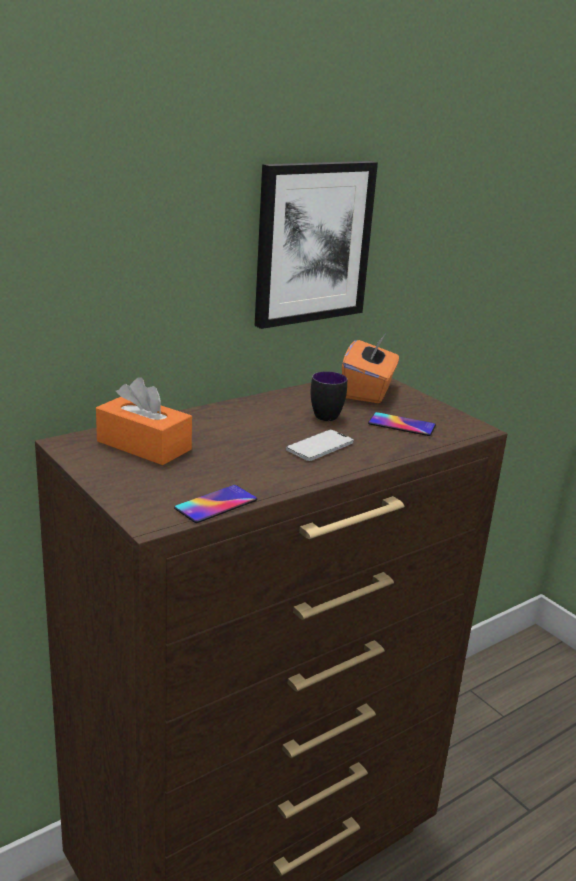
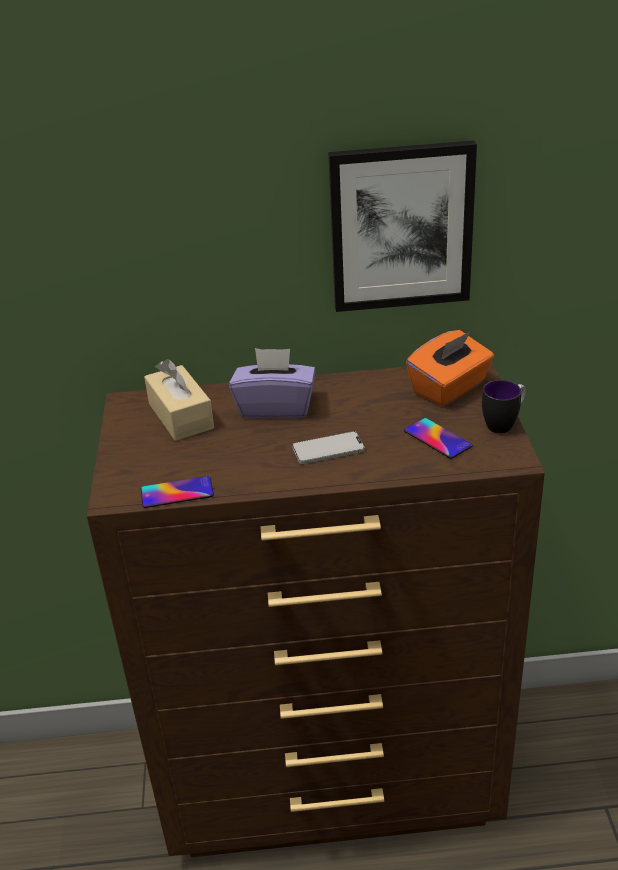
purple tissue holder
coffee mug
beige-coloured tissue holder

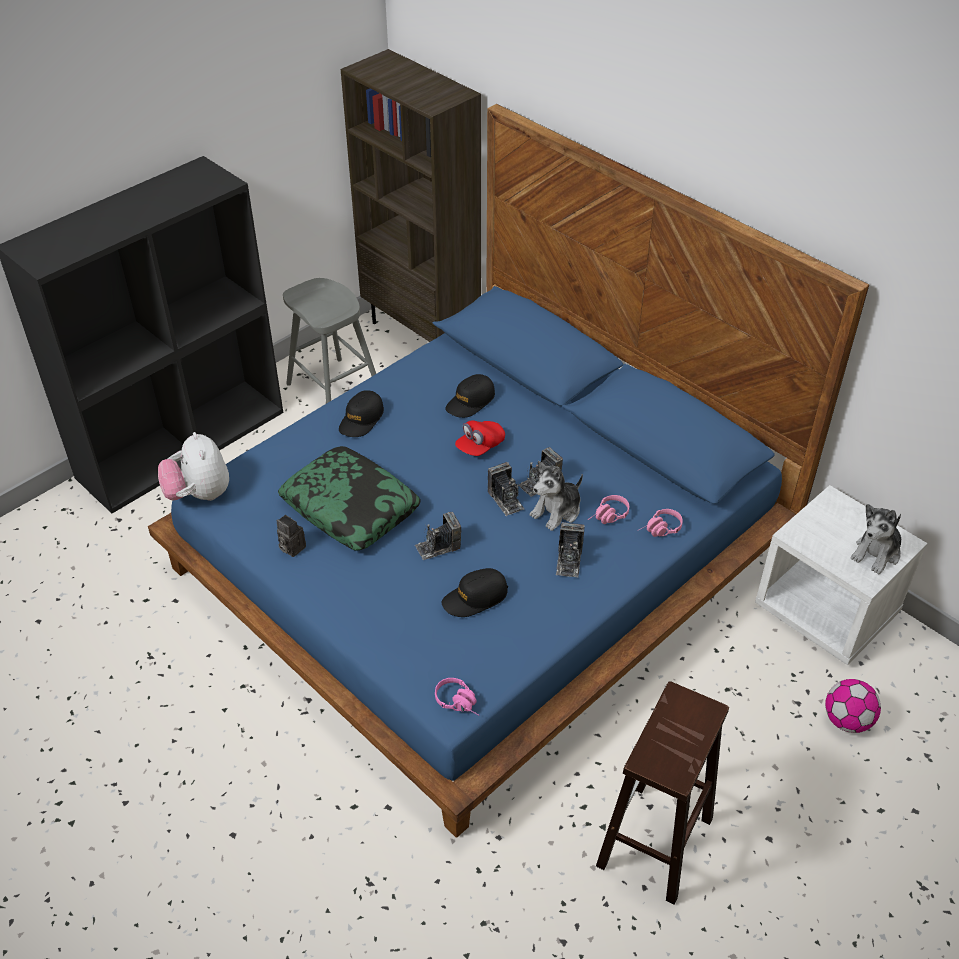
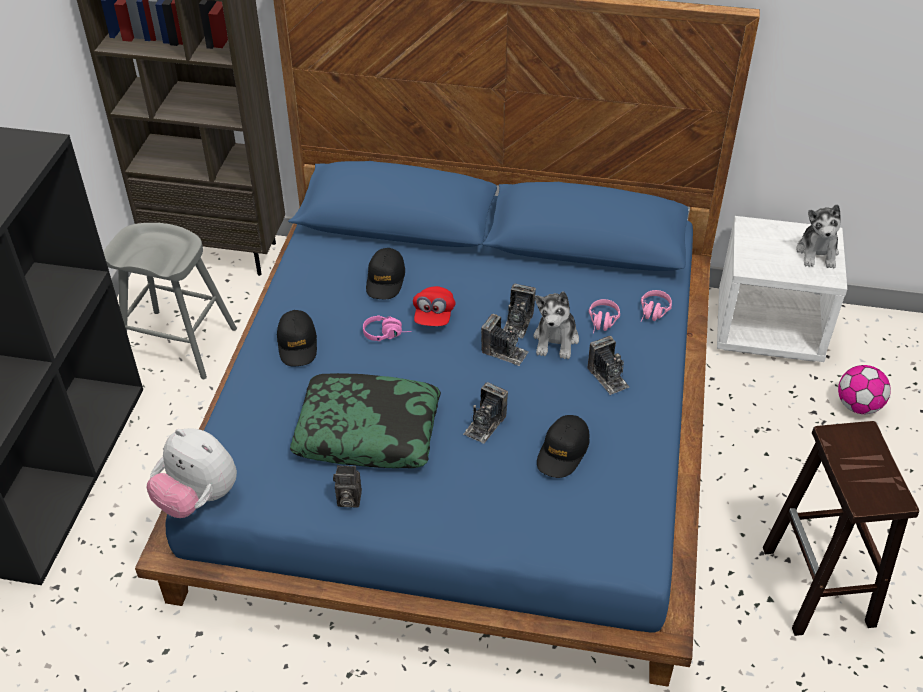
pinkish headset (1st from left)

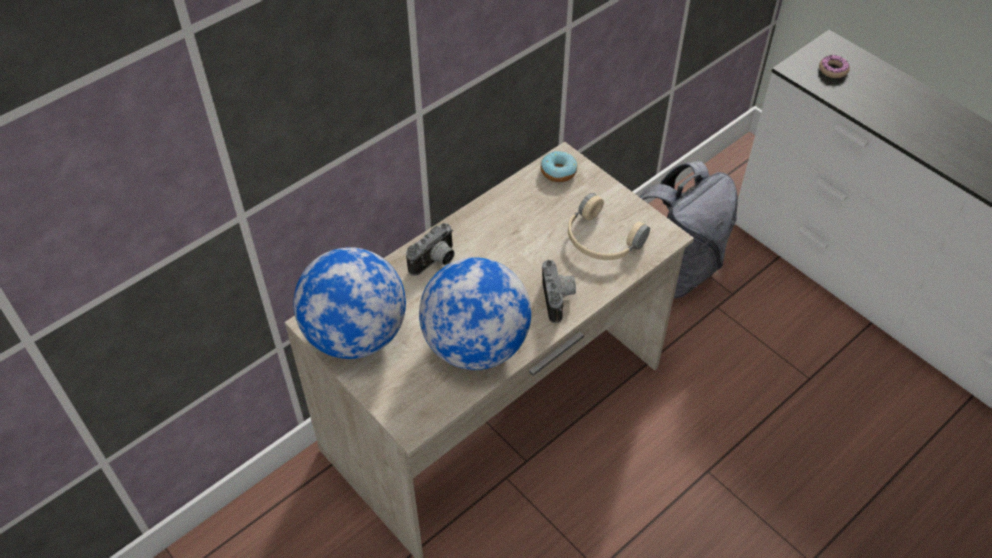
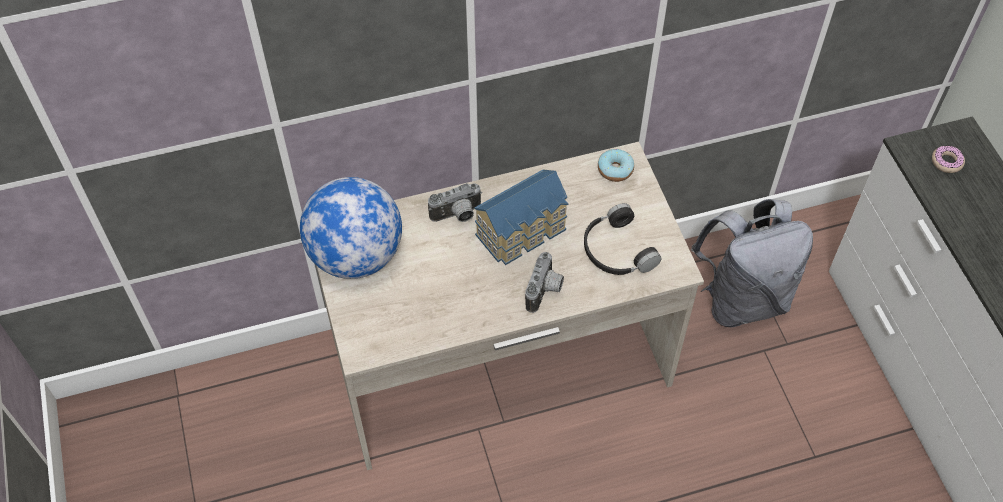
desk globe (2nd from left in the first image)
miniature house
black headset

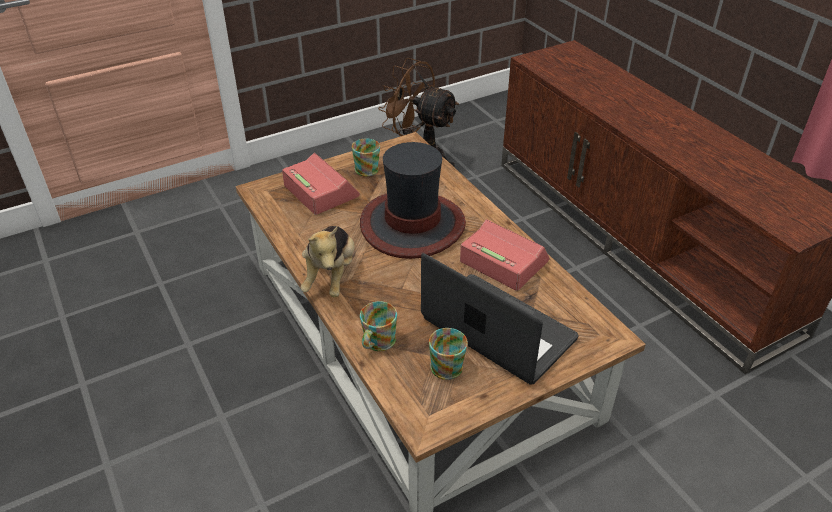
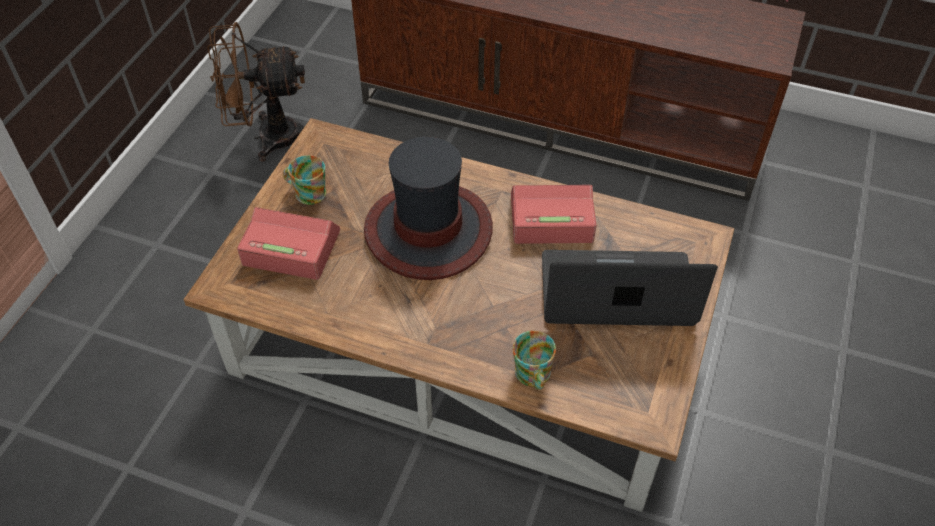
soft toy
coffee mug (3rd from left in the first image)

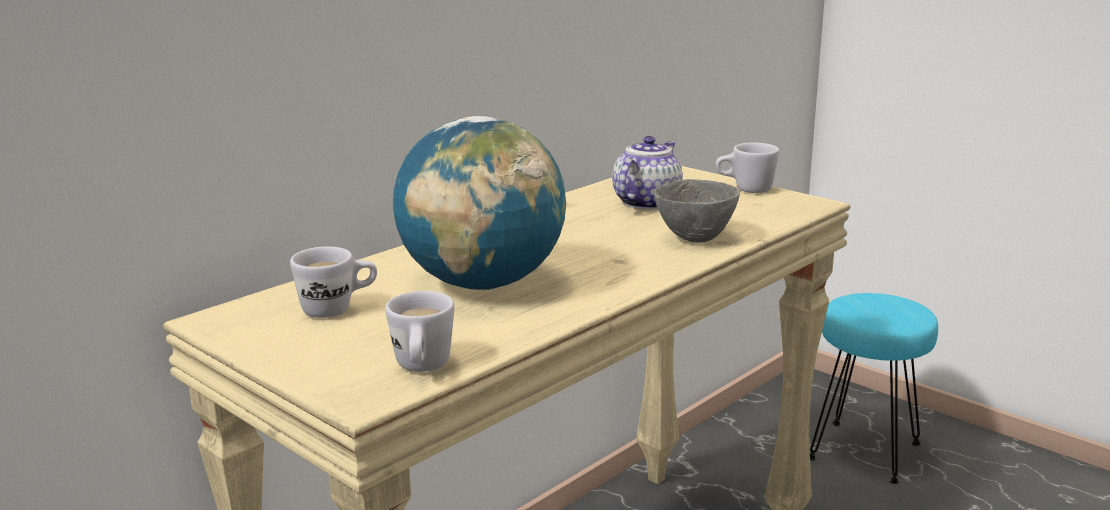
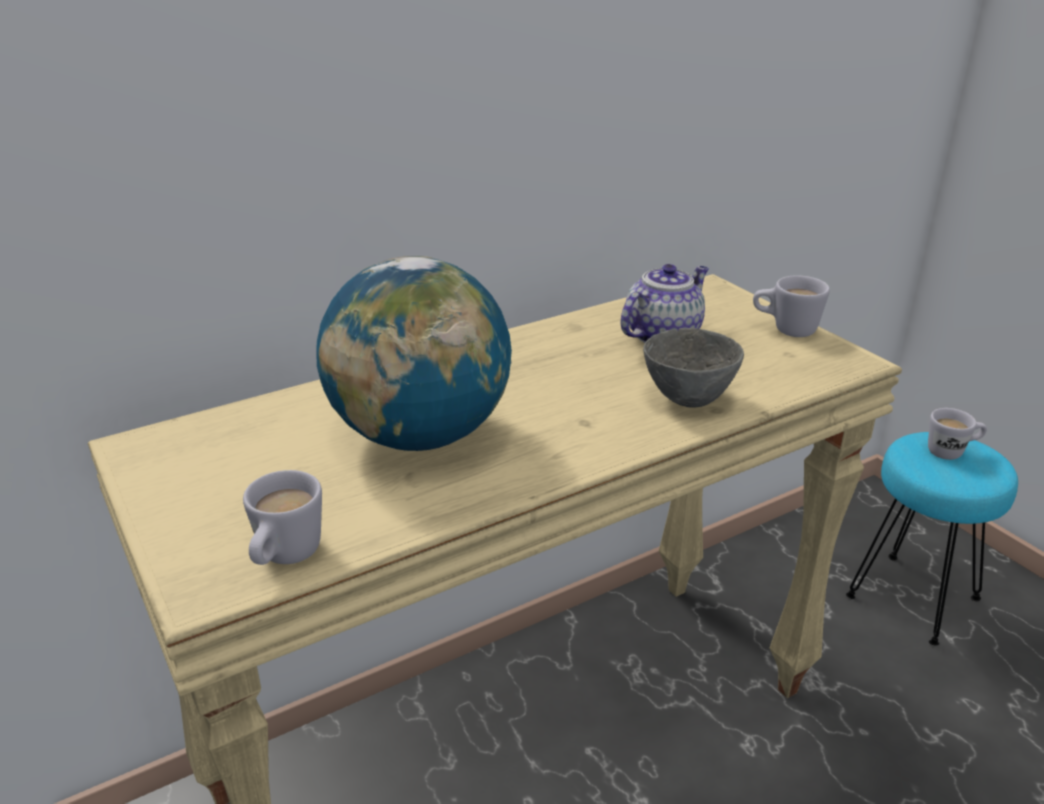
whitish coffee mug (3rd from left)

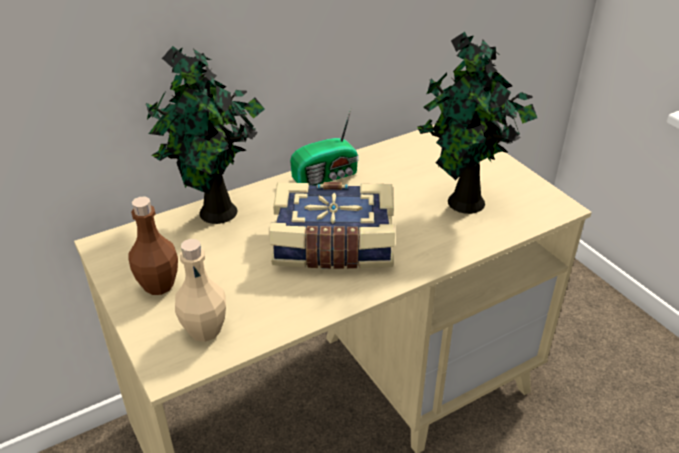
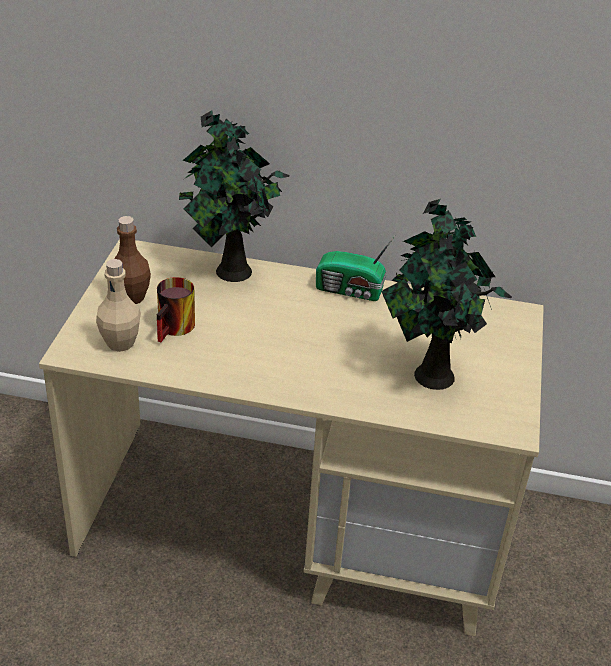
book
coffee mug

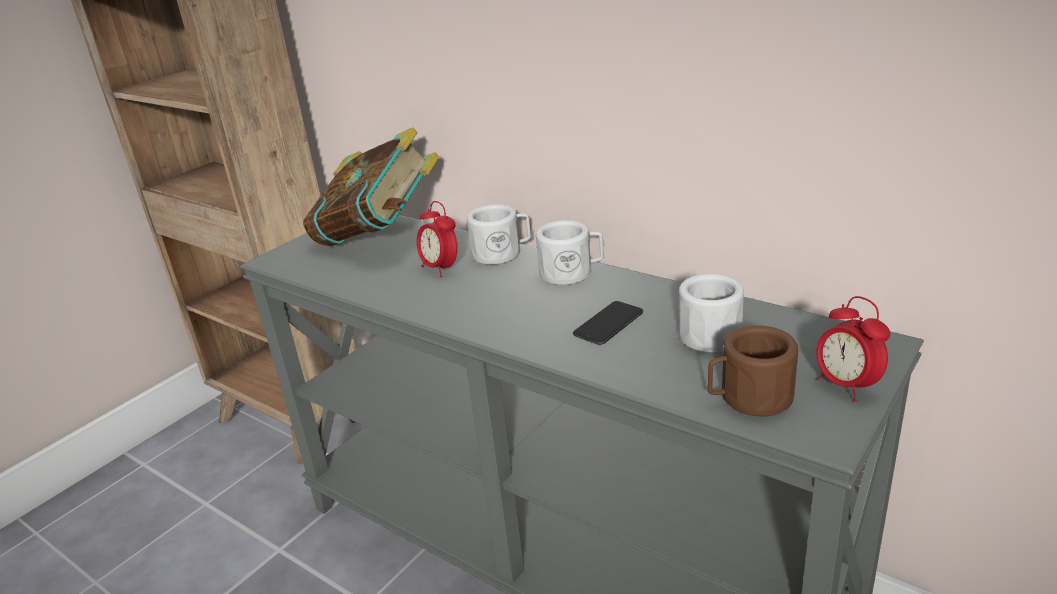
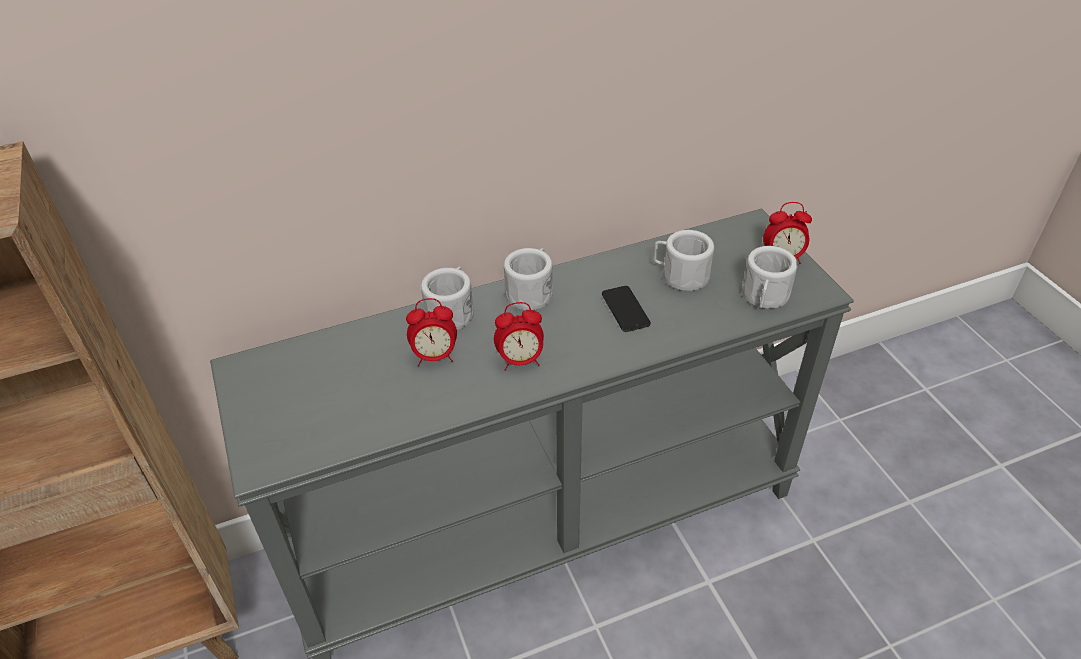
book
bedside clock (2nd from left)
whitish coffee mug (4th from left)

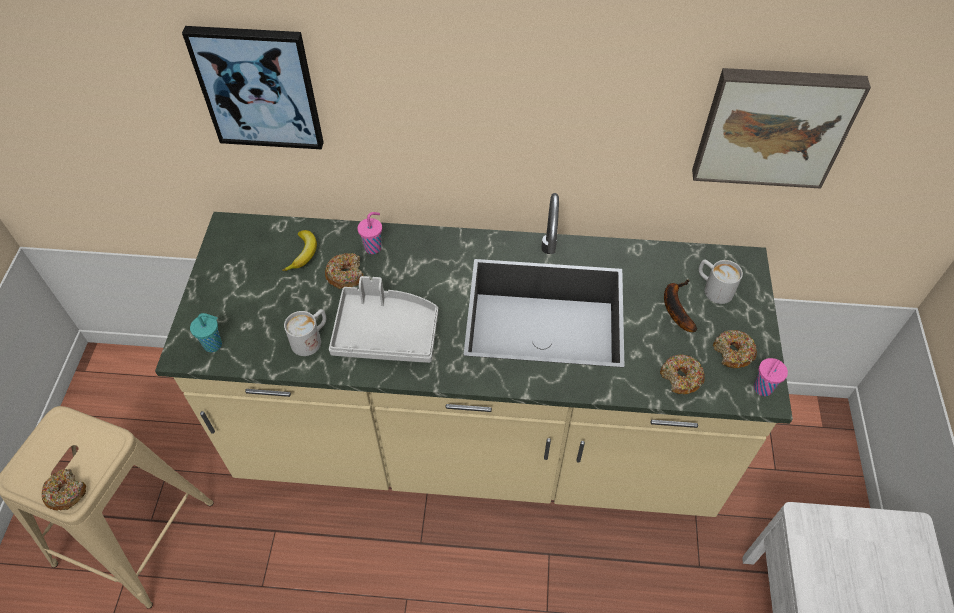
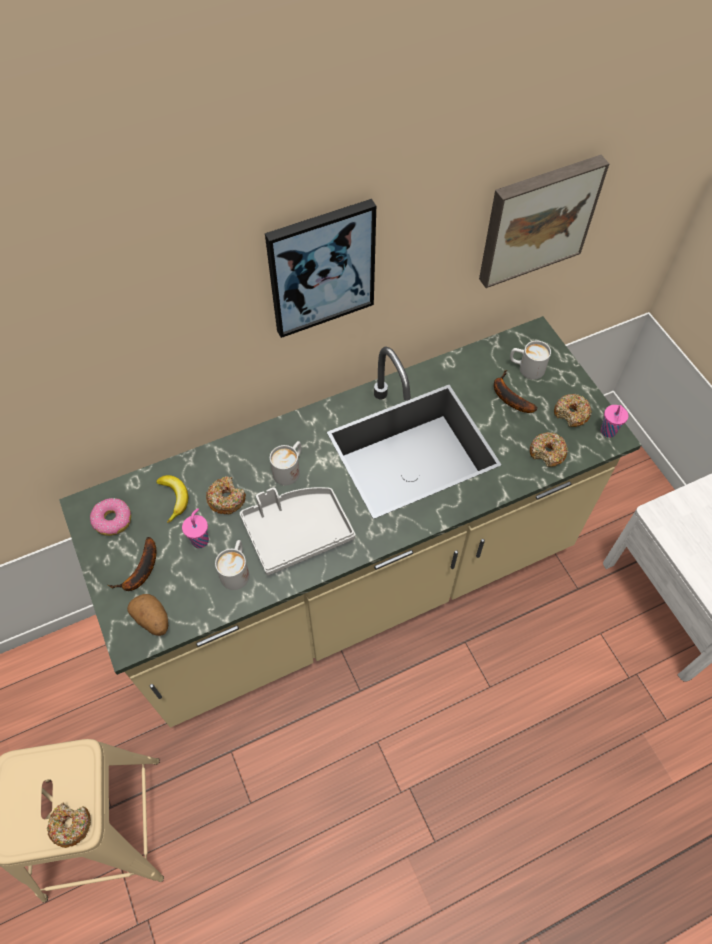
ring doughnut (2nd from left)
banana fruit (1st from left)
whitish coffee mug (2nd from left)
wall art (1st from left)
pinkish small cup (1st from left)
whole potato

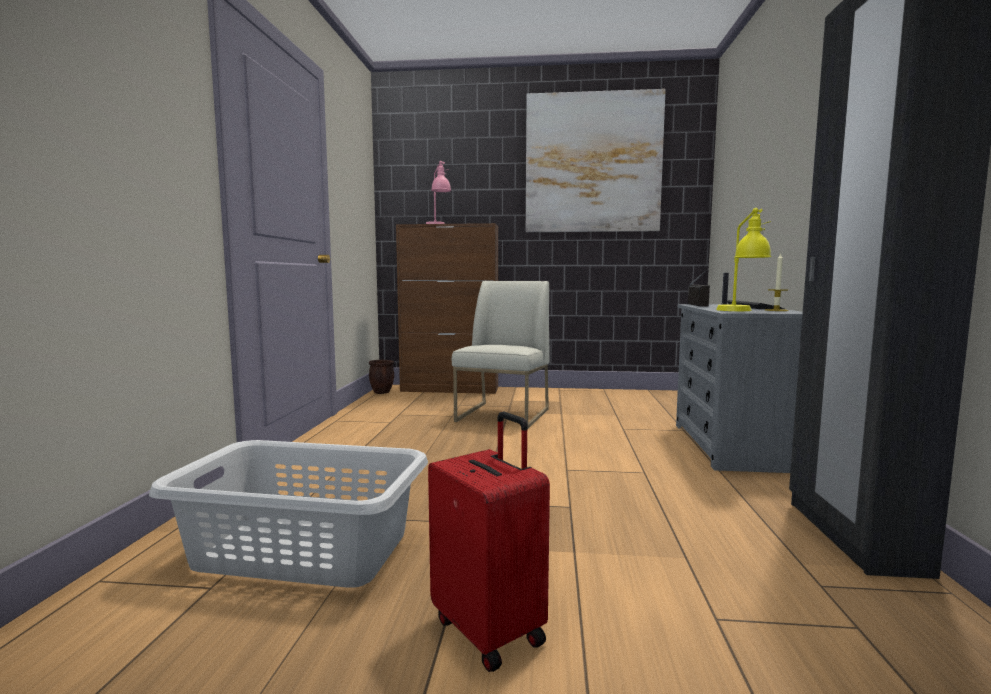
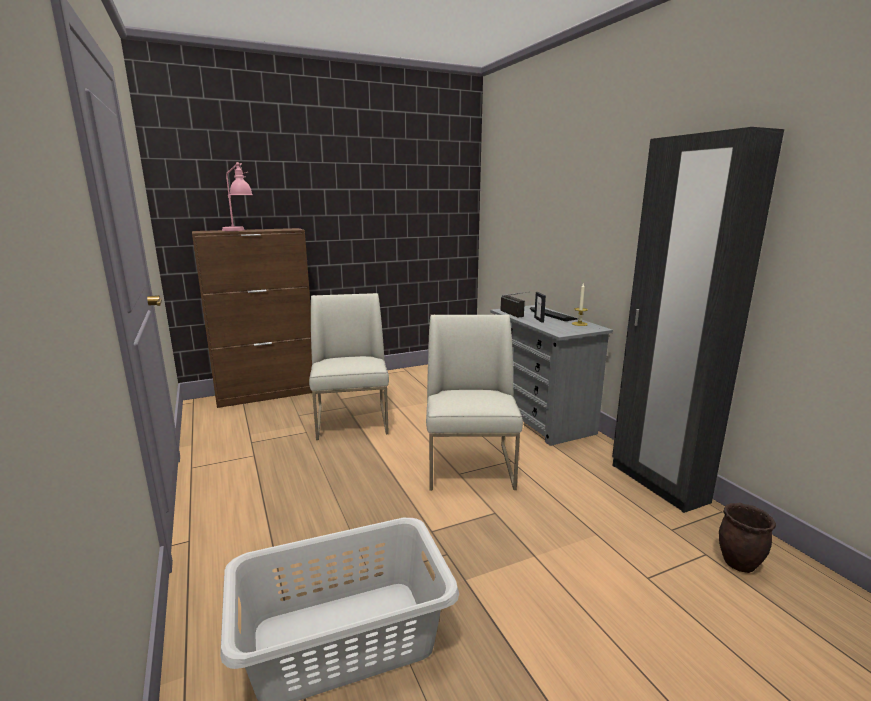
red-coloured suitcase
wall art
yellow-coloured lamp for a table
whitish upright chair (2nd from left)
brown planter

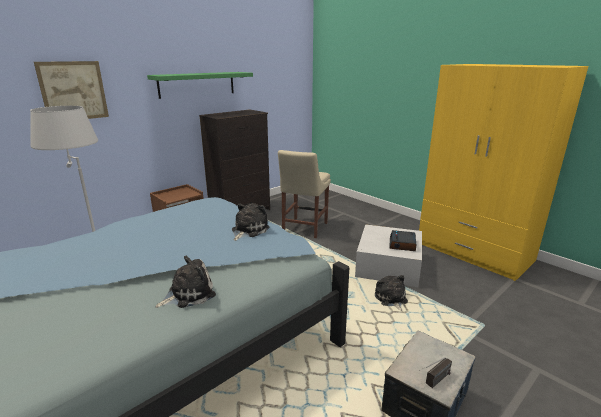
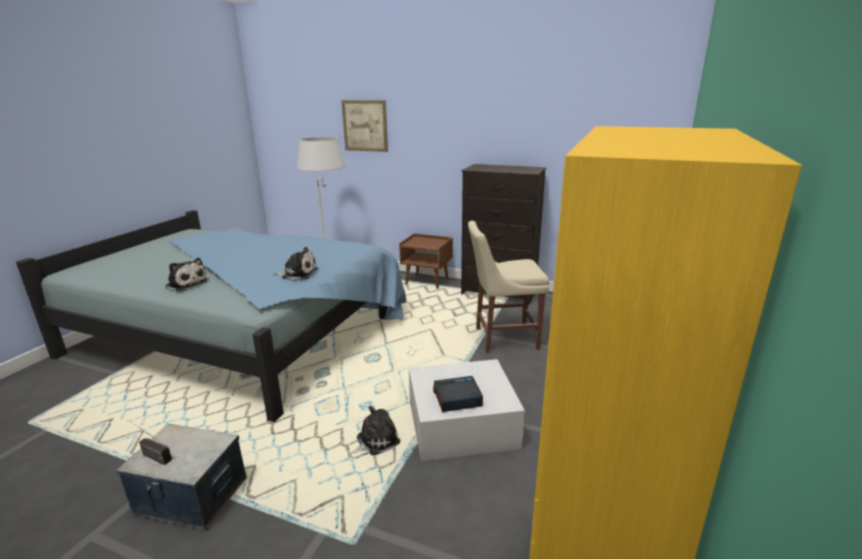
green-coloured shelf

